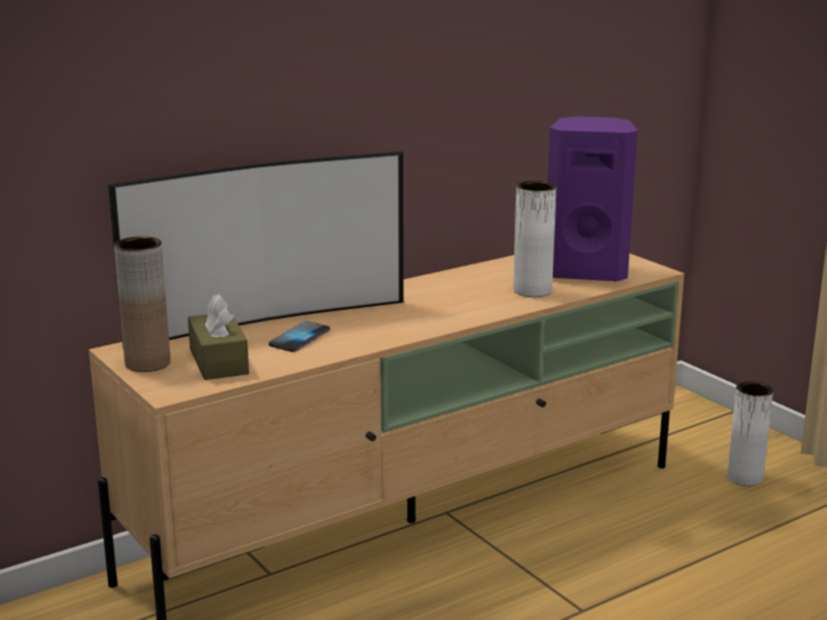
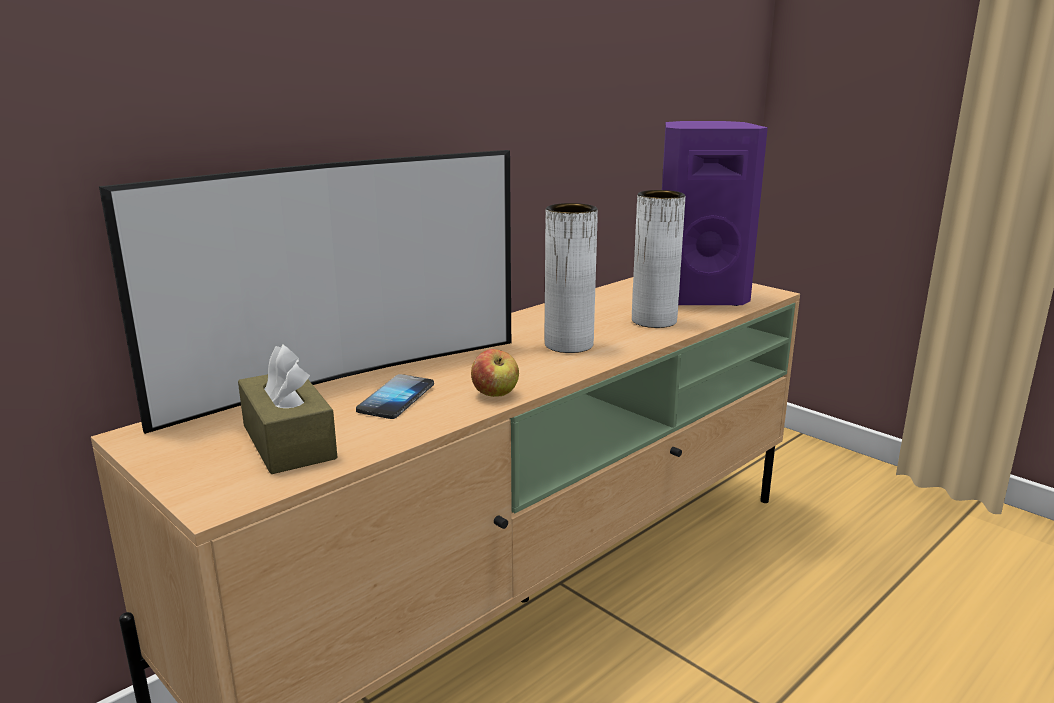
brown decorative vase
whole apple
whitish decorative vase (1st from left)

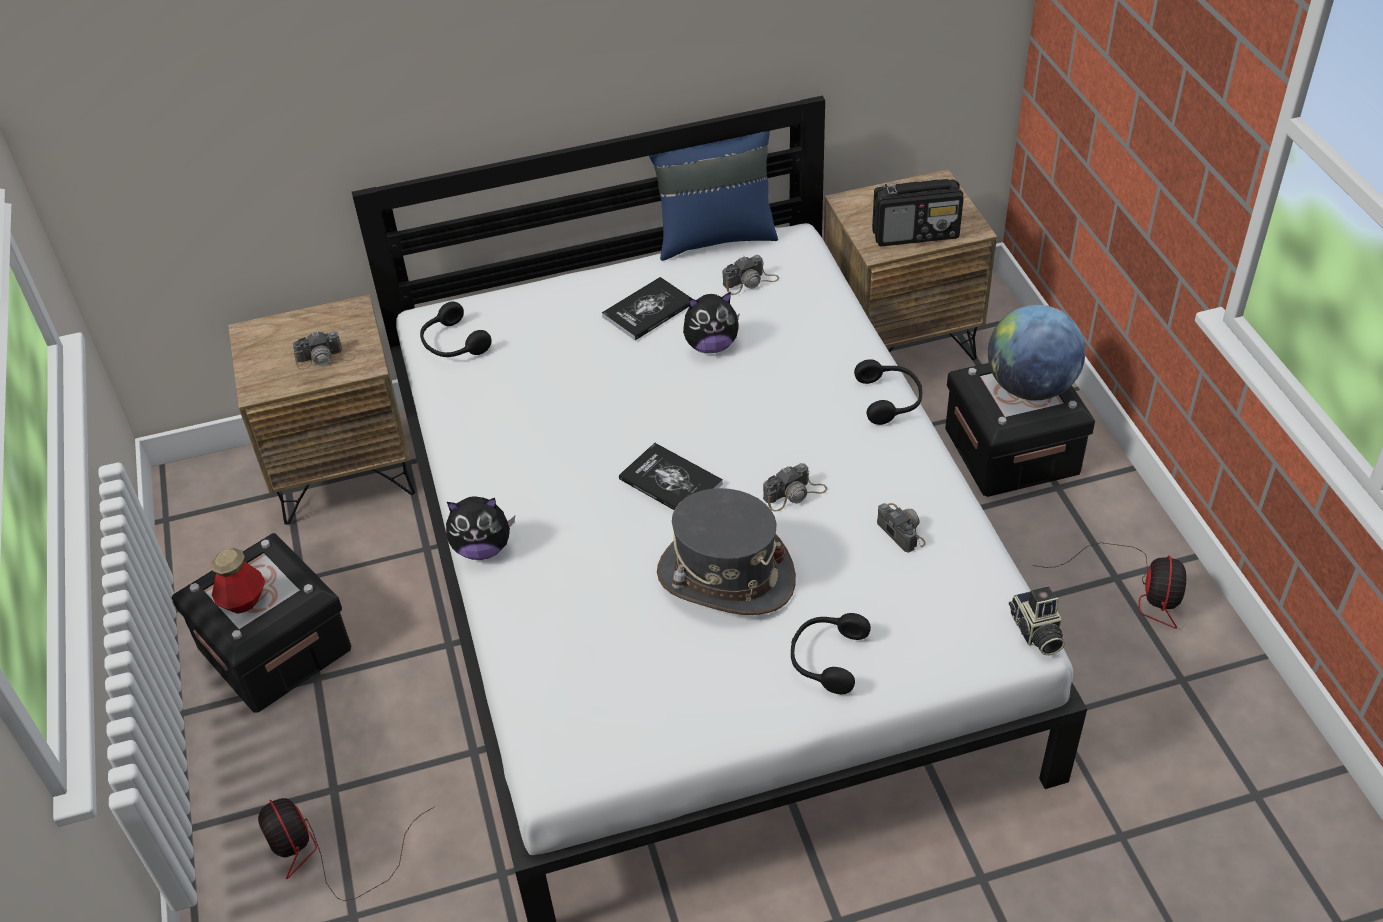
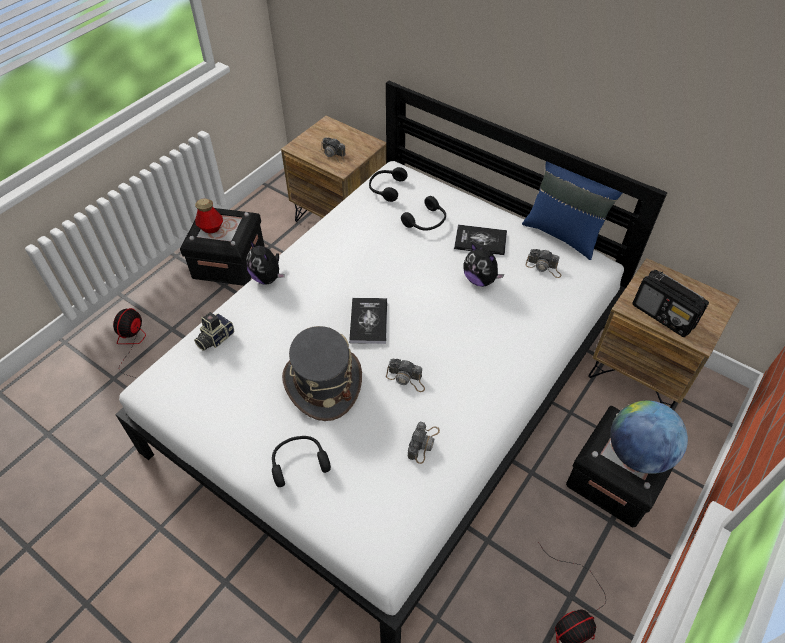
black headset (3rd from left)
photo camera (1st from left)

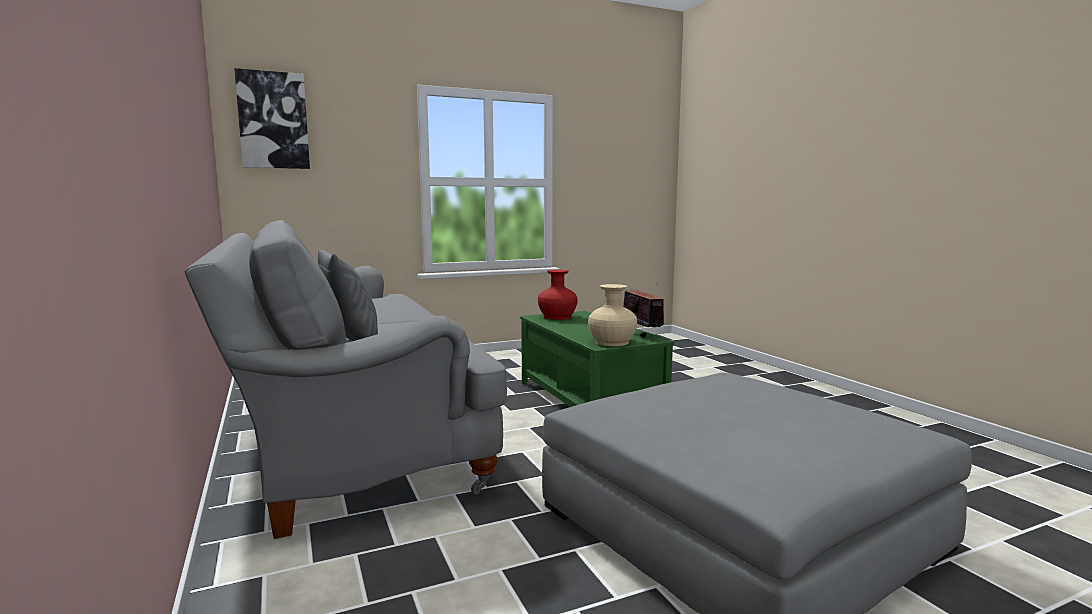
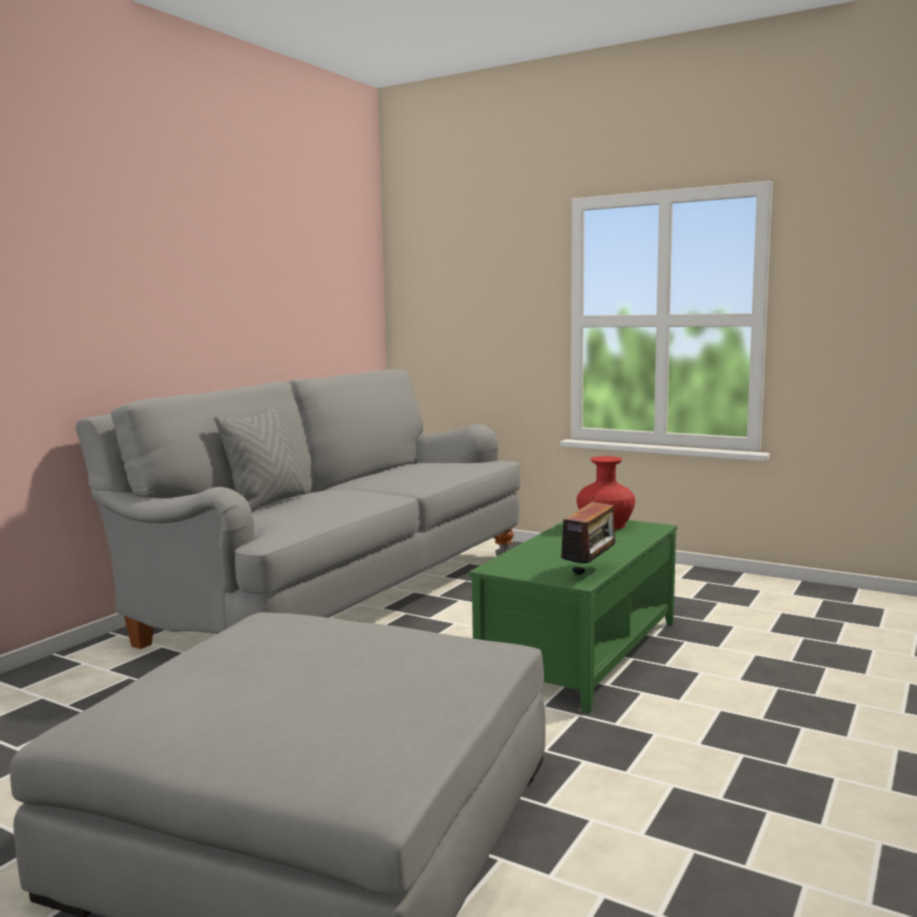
wall art
beige-coloured decorative vase

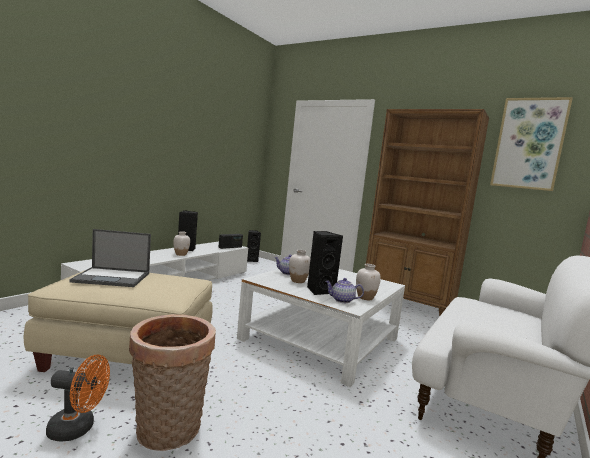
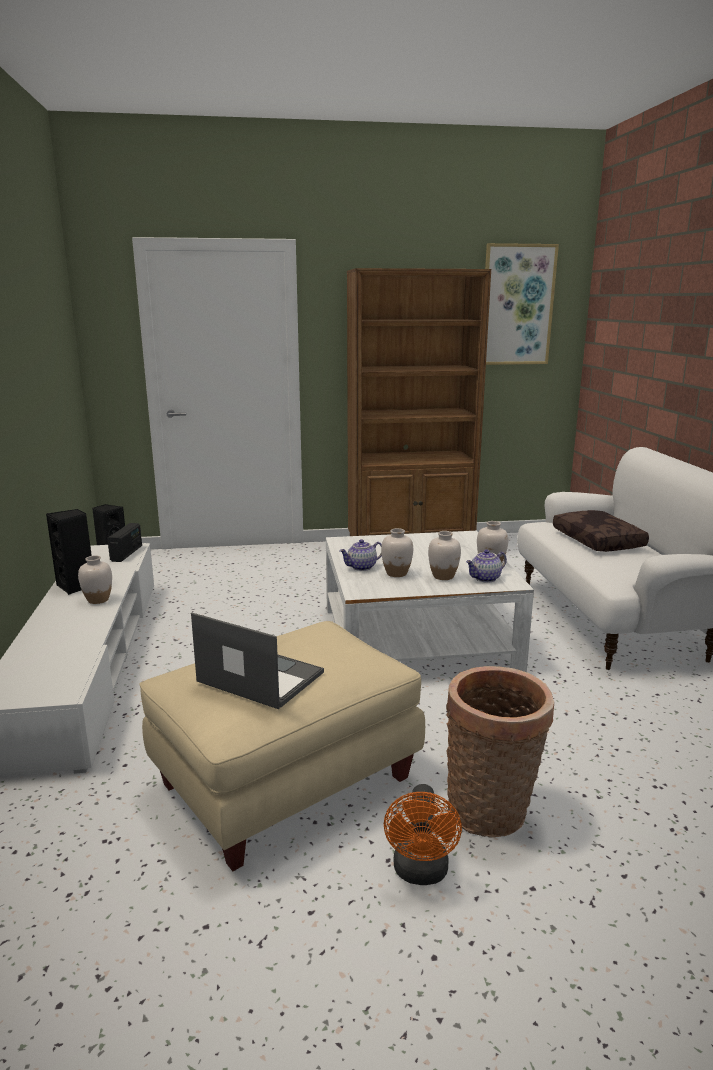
brown cushion
whitish decorative vase (3rd from left)
orange-coloured cooling fan
notebook computer

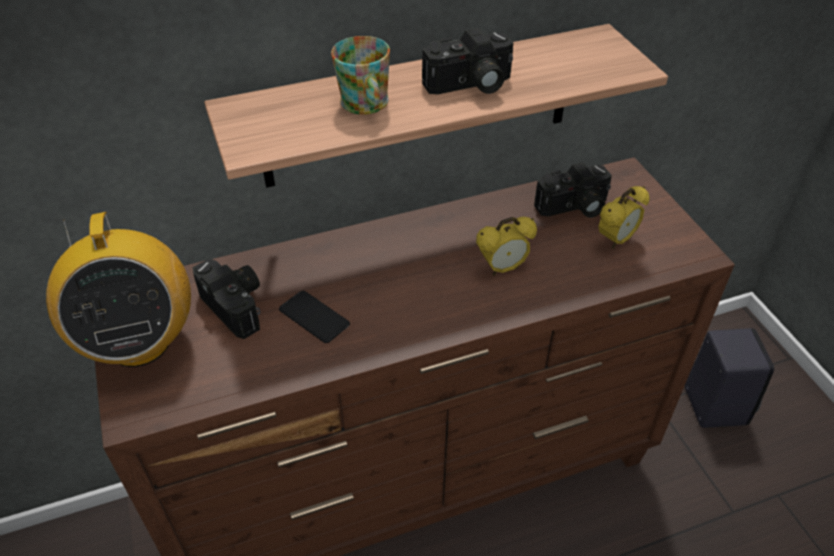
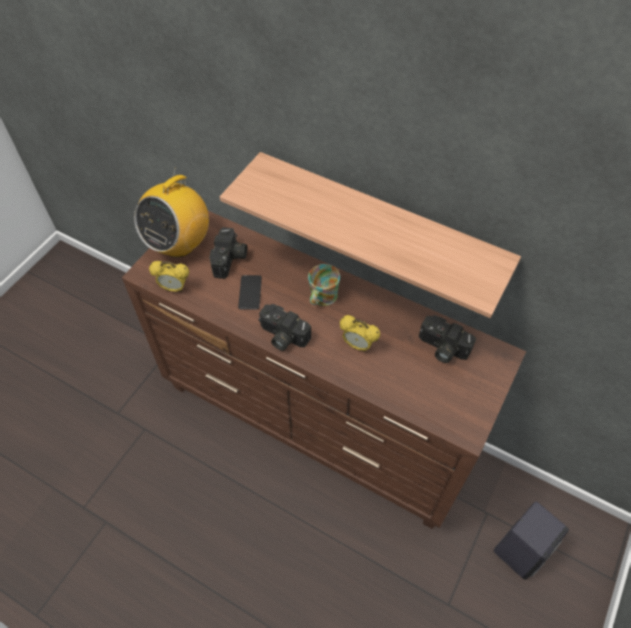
coffee mug
photo camera (2nd from left)
bedside clock (1st from left)

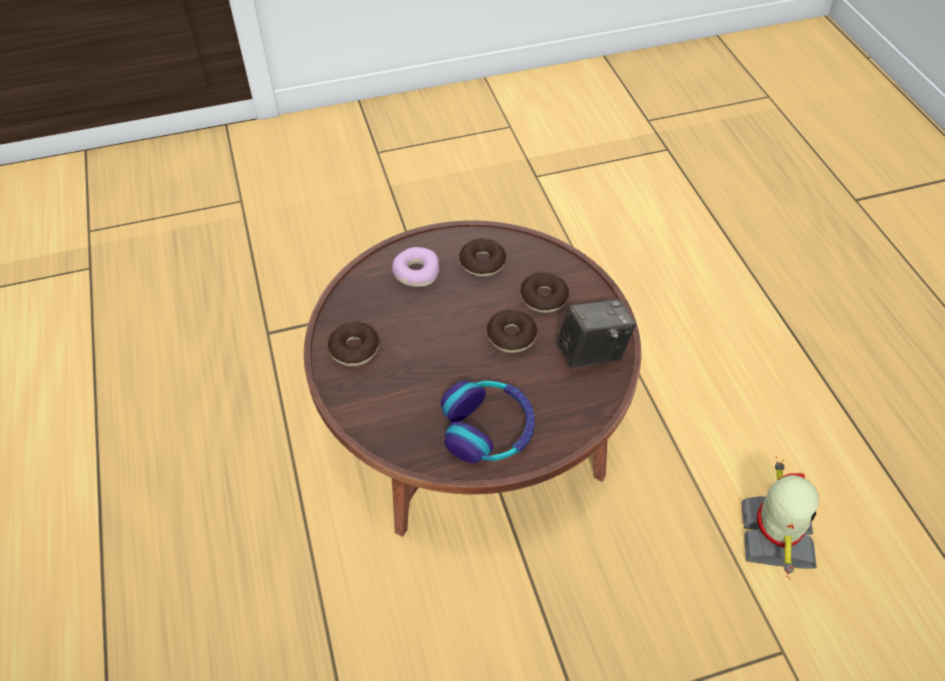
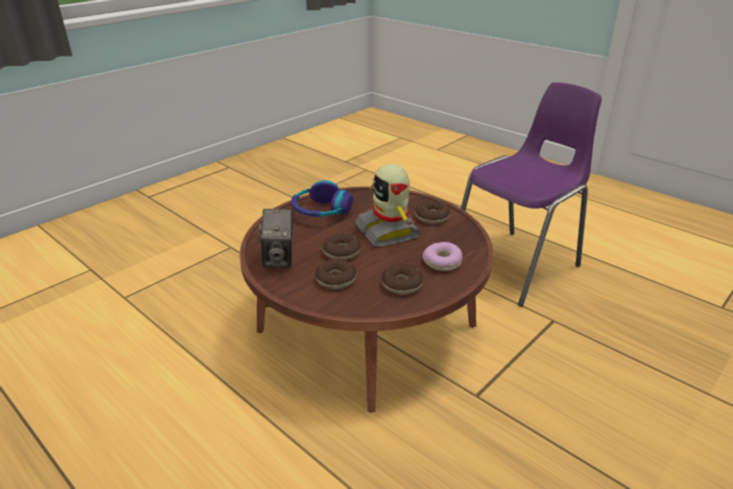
purple upright chair
toy robot
photo camera

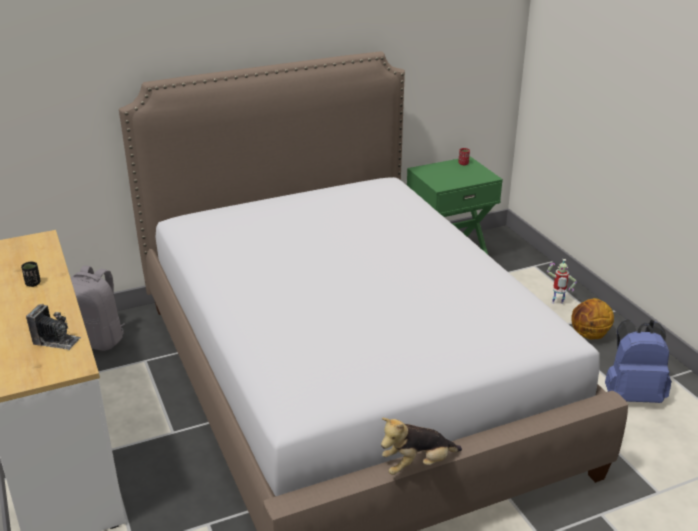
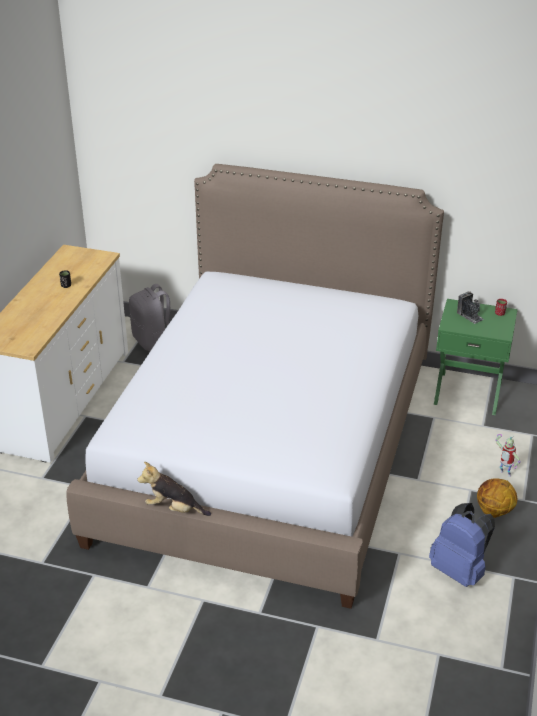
photo camera

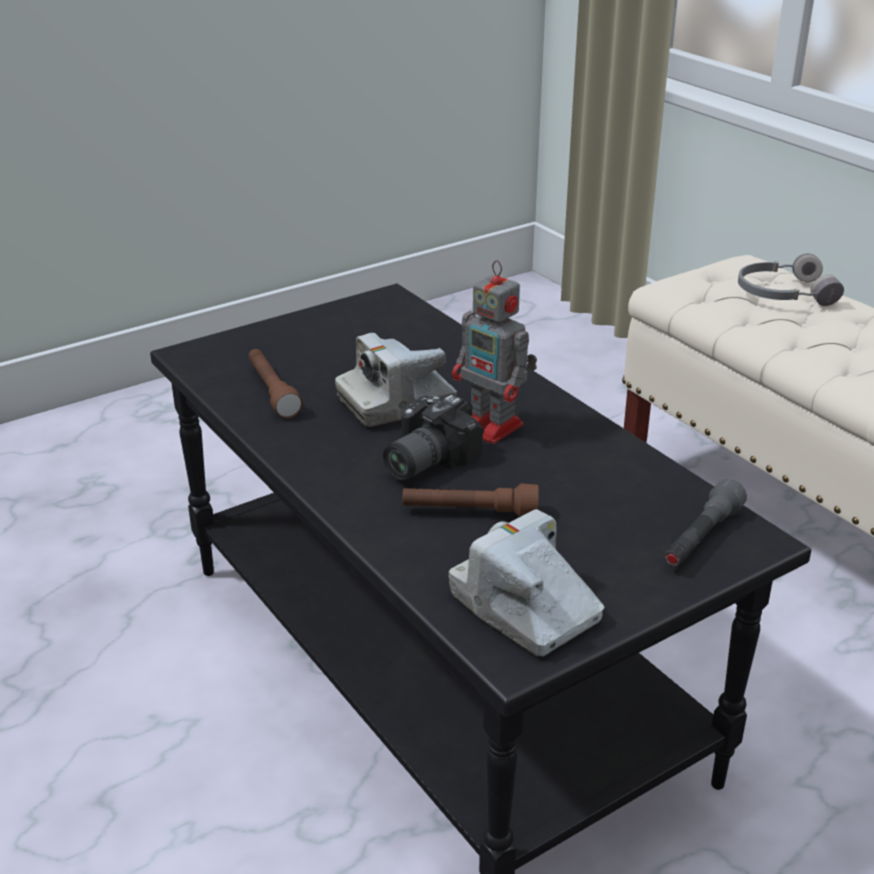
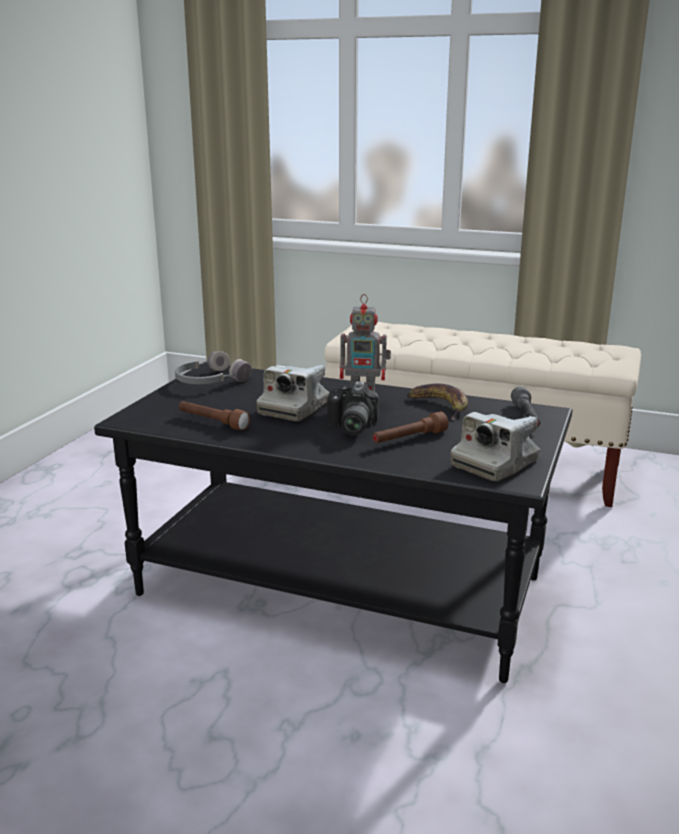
banana fruit
grey headset
photo camera (3rd from left)

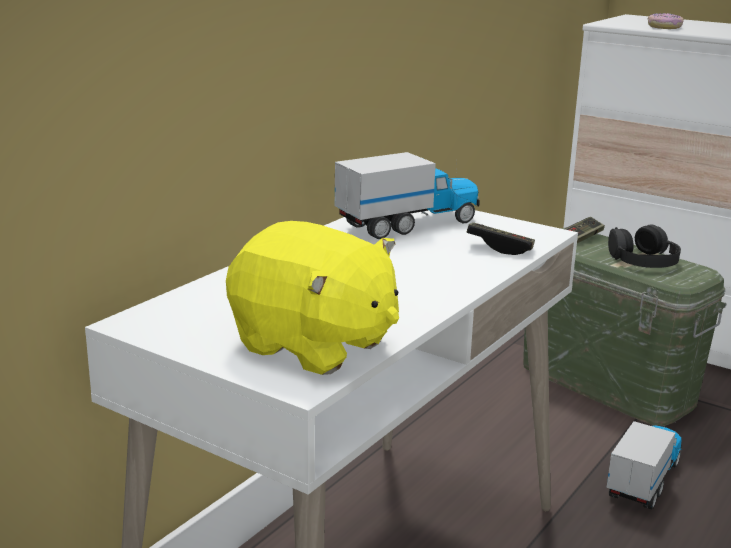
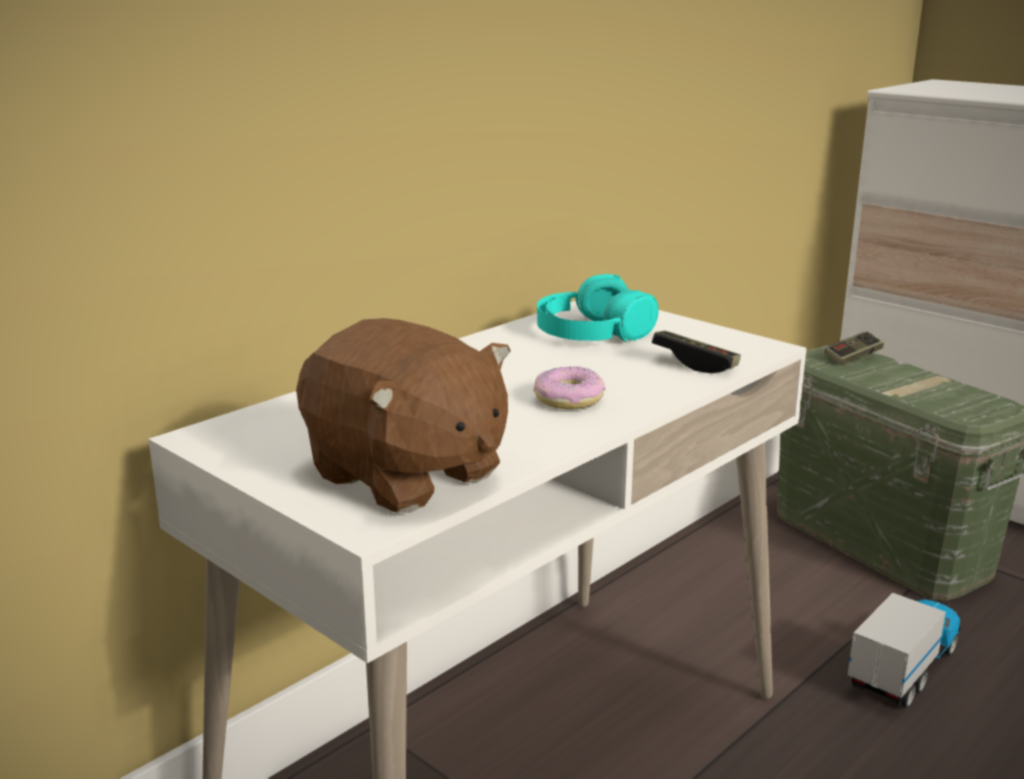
black headset
ring doughnut
turquoise headset
brown soft toy

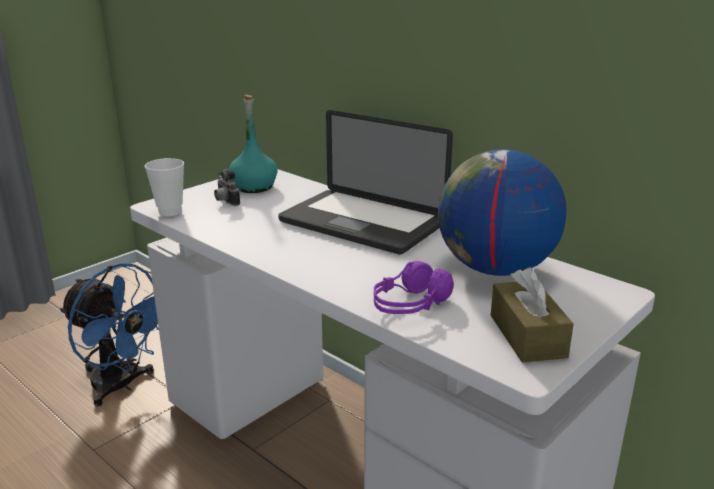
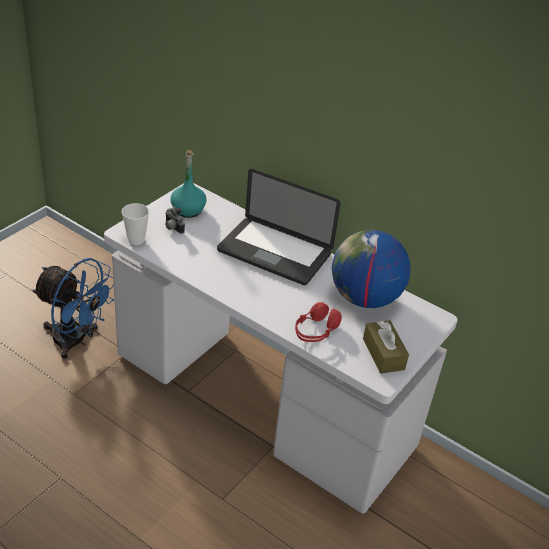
red-coloured headset

